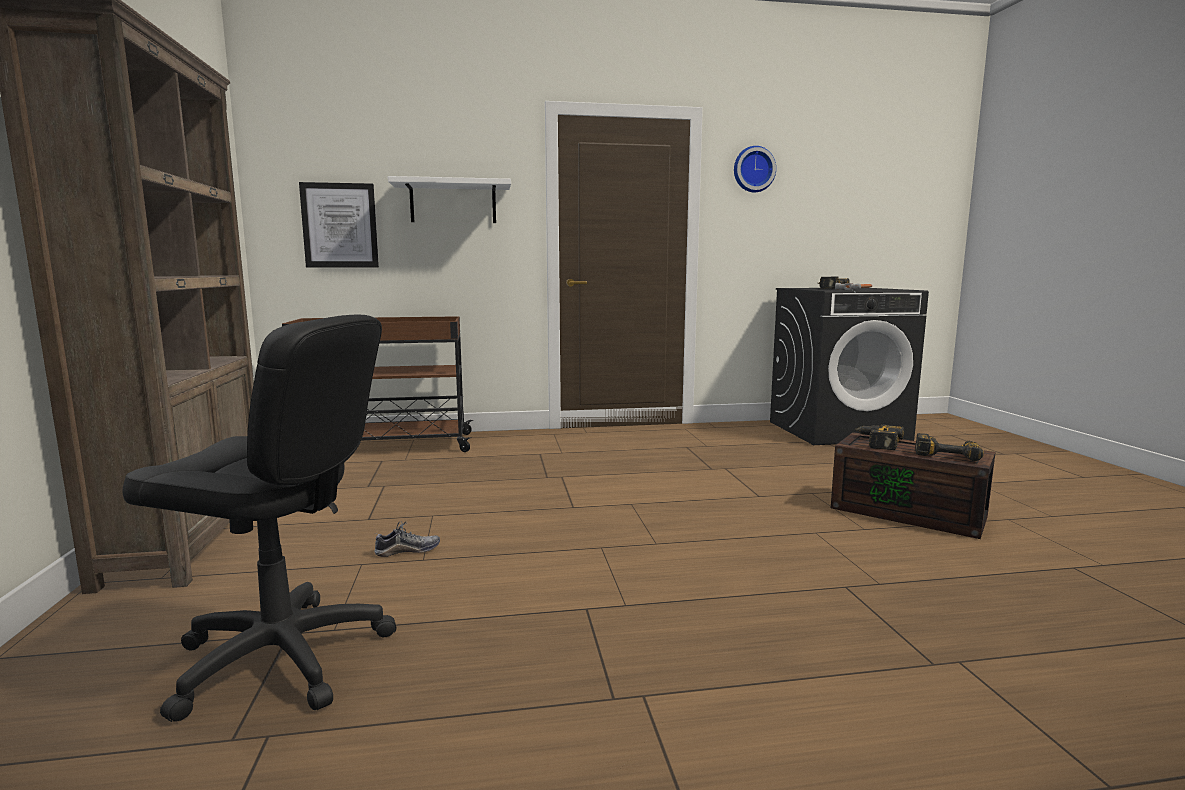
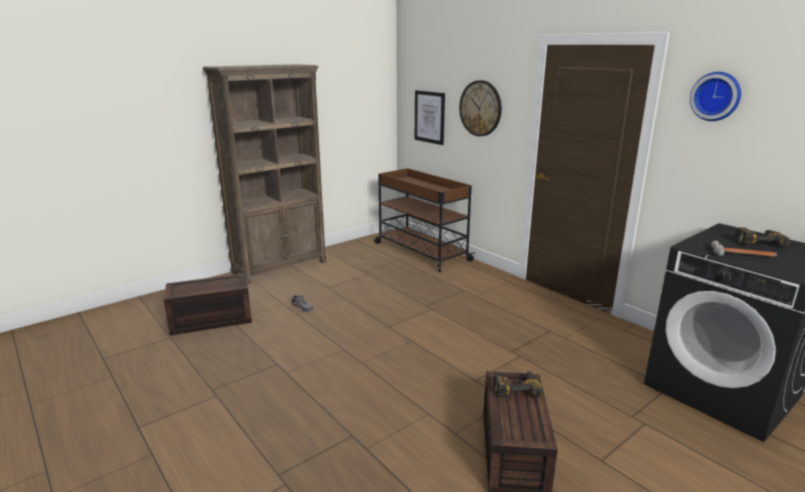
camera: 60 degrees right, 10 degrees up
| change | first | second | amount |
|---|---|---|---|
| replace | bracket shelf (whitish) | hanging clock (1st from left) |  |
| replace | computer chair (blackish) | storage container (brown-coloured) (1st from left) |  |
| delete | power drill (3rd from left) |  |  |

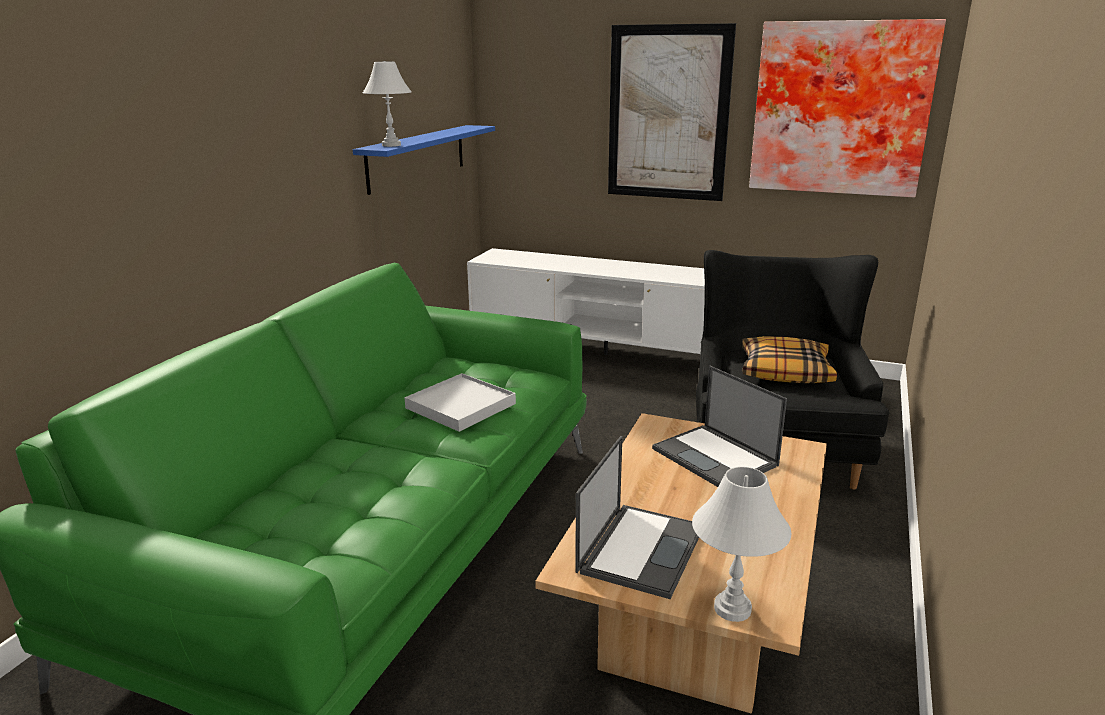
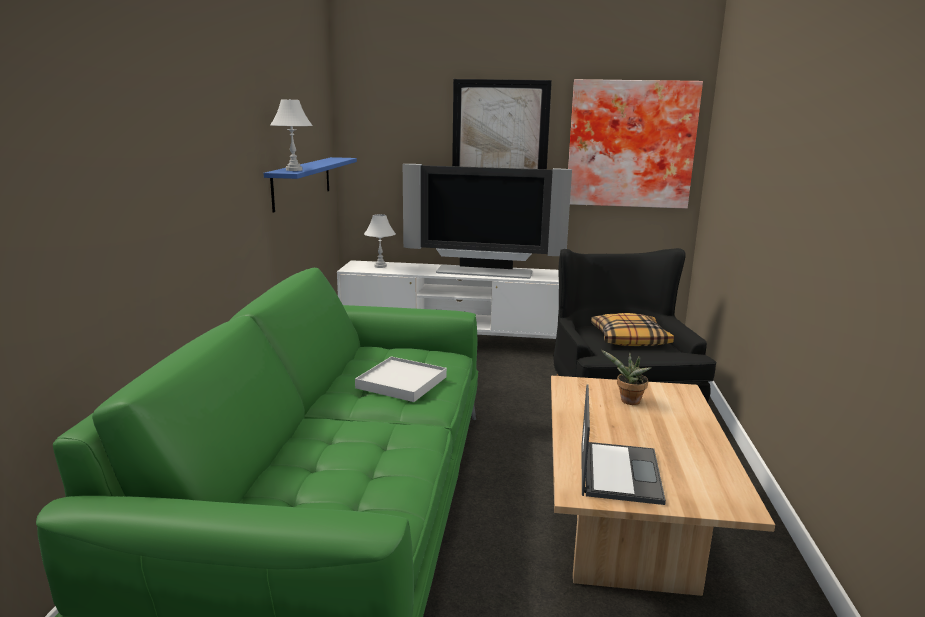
camera: 15 degrees left, 5 degrees down
| change | first | second | amount |
|---|---|---|---|
| replace | notebook computer (2nd from left) | plant in a pot |  |
| move | lamp for a table (whitish) (2nd from left) |  |  |
| insert |  | television |  |

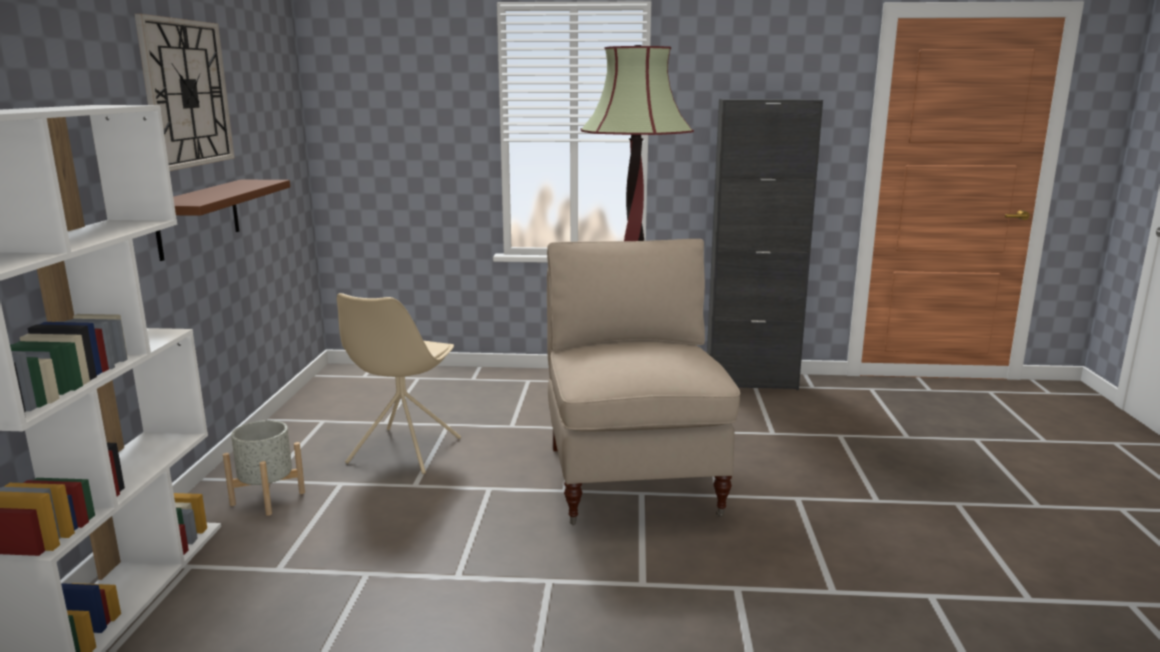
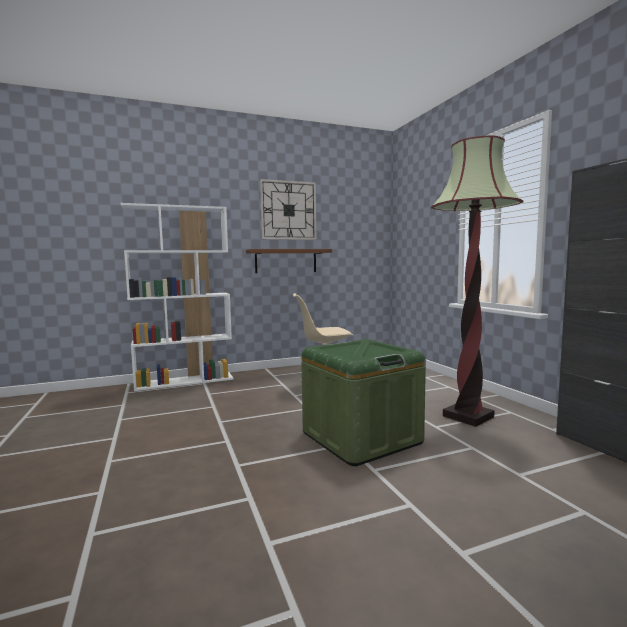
camera: 65 degrees right, 10 degrees down
| change | first | second | amount |
|---|---|---|---|
| replace | upright chair (beige-coloured) (2nd from left) | storage container (green) |  |
| delete | plant pot (grey) |  |  |

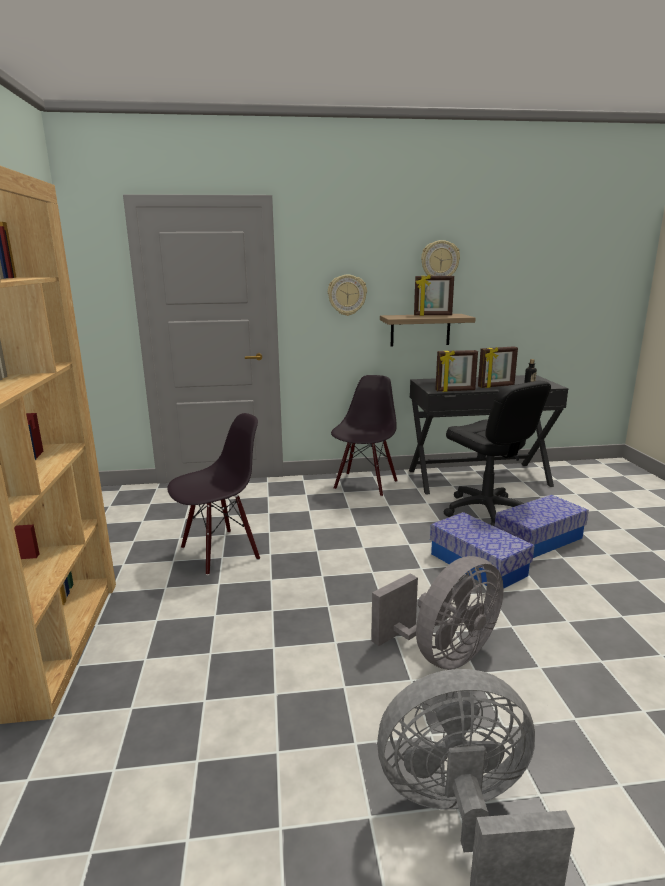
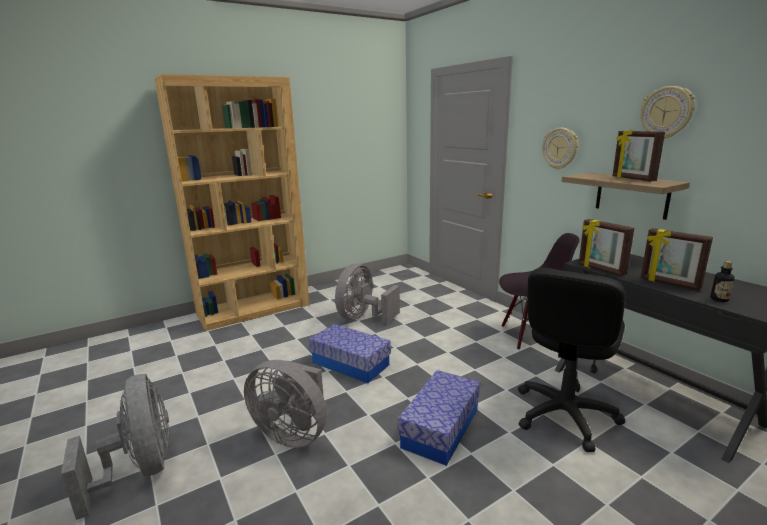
camera: 65 degrees right, 0 degrees up
| change | first | second | amount |
|---|---|---|---|
| replace | upright chair (blackish) (1st from left) | electric fan (grey) (3rd from left) |  |
| move | storage container (2nd from left in the first image) | storage container (1st from left) |  |

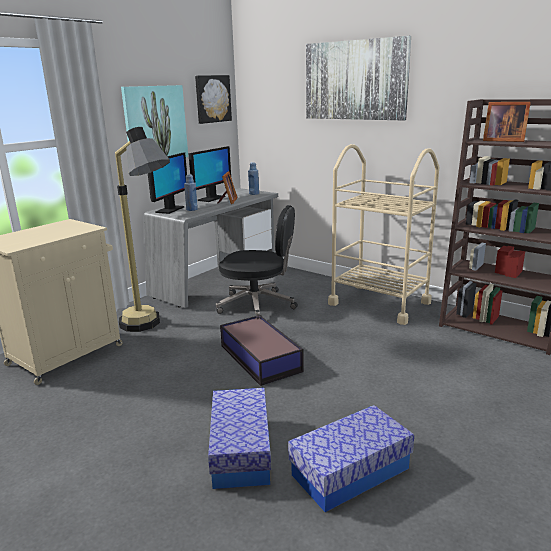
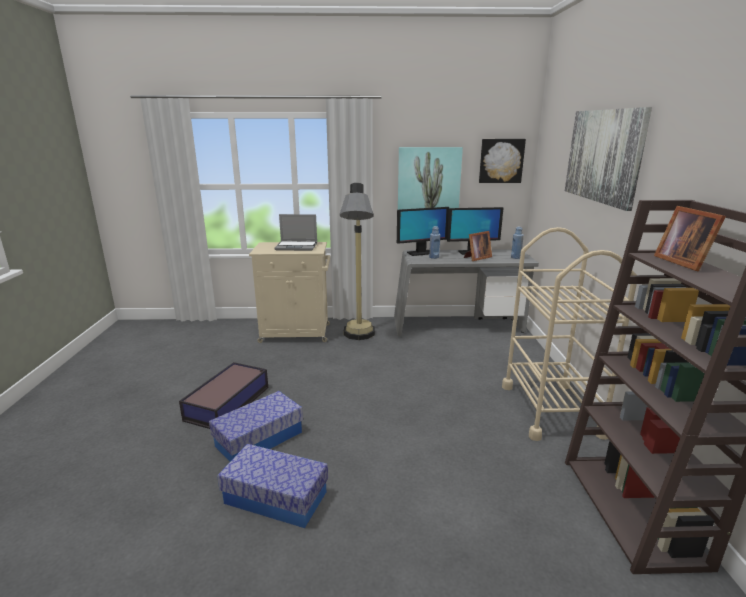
camera: 50 degrees right, 0 degrees up
| change | first | second | amount |
|---|---|---|---|
| delete | computer chair (blackish) |  |  |
| move | storage container (2nd from left in the first image) | storage container (1st from left) |  |
| insert |  | notebook computer |  |

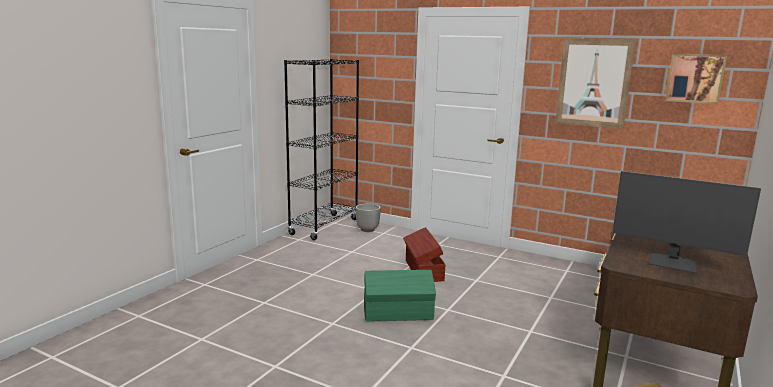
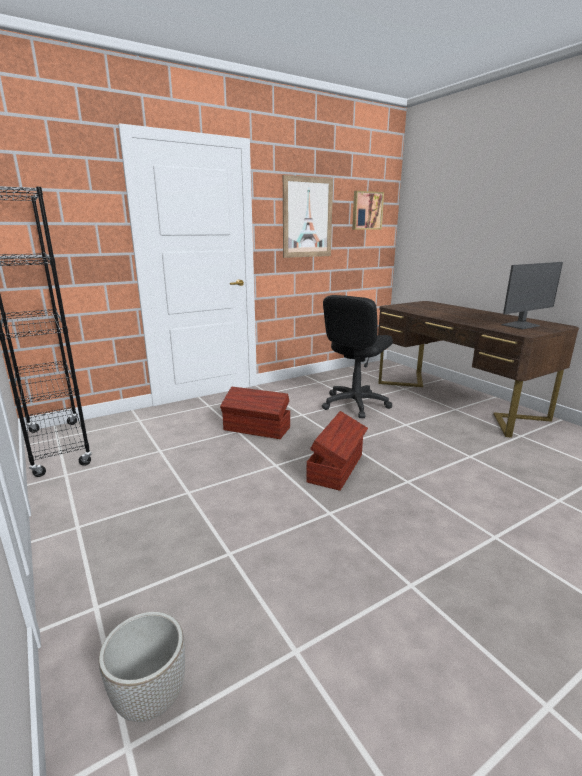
camera: 60 degrees left, 5 degrees up
| change | first | second | amount |
|---|---|---|---|
| move | plant pot |  |  |
| recolor | storage container (green) | storage container (brown-coloured) (2nd from left) |  |
| insert |  | computer chair (blackish) |  |

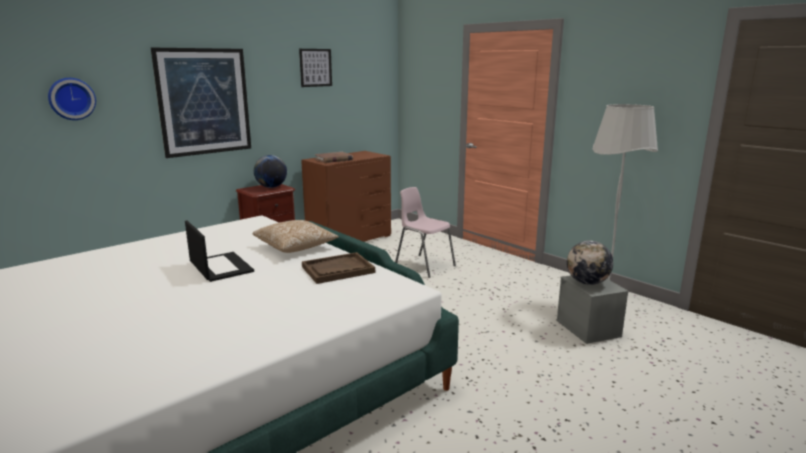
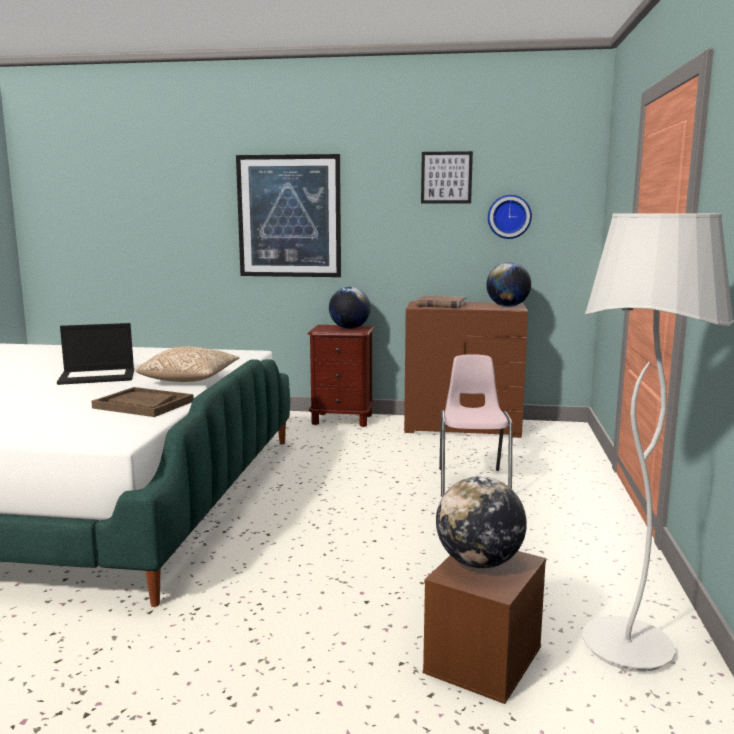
camera: 50 degrees right, 5 degrees down
| change | first | second | amount |
|---|---|---|---|
| move | hanging clock |  |  |
| rotate | notebook computer |  | 60 degrees clockwise |
| recolor | storage container (grey) | storage container (brown-coloured) |  |
| insert |  | globe (3rd from left) |  |

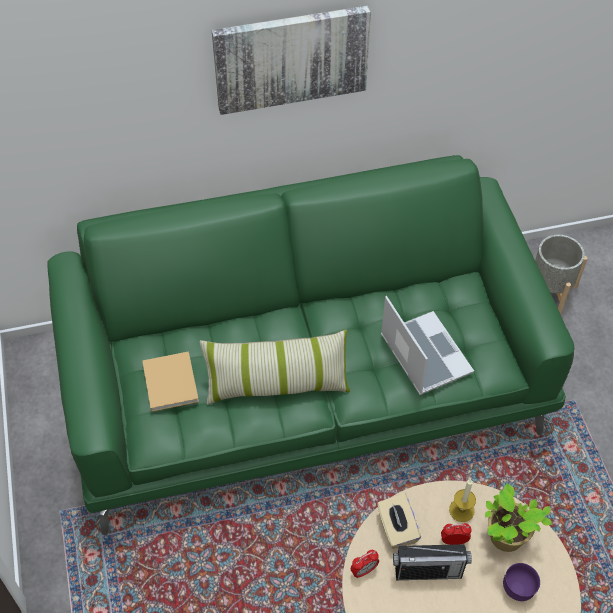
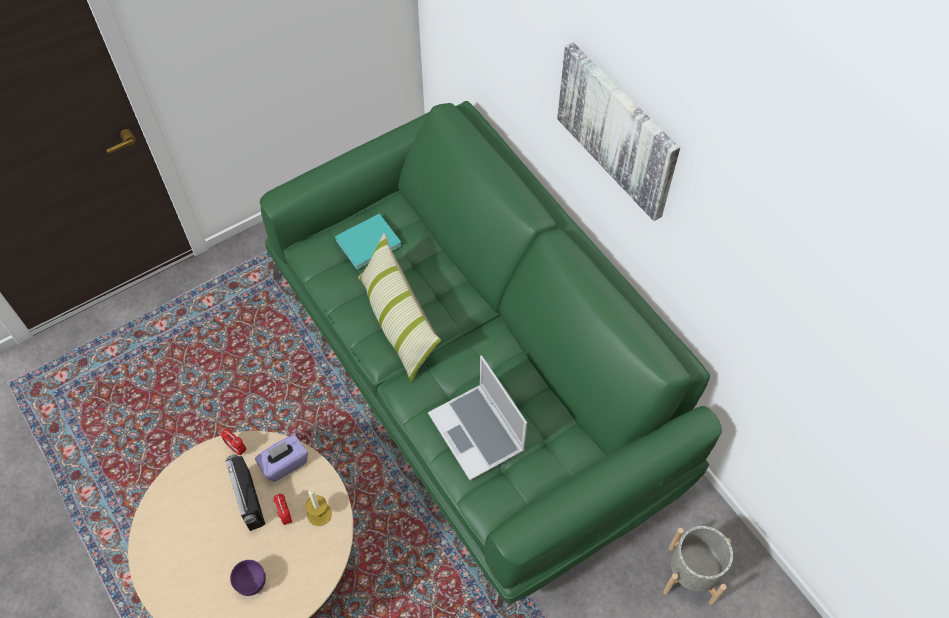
camera: 70 degrees right, 5 degrees up
| change | first | second | amount |
|---|---|---|---|
| rotate | notebook computer |  | 105 degrees clockwise |
| recolor | book (beige-coloured) | book (turquoise-coloured) |  |
| delete | plant in a pot |  |  |
| recolor | tissue box (beige-coloured) | tissue box (purplish) |  |

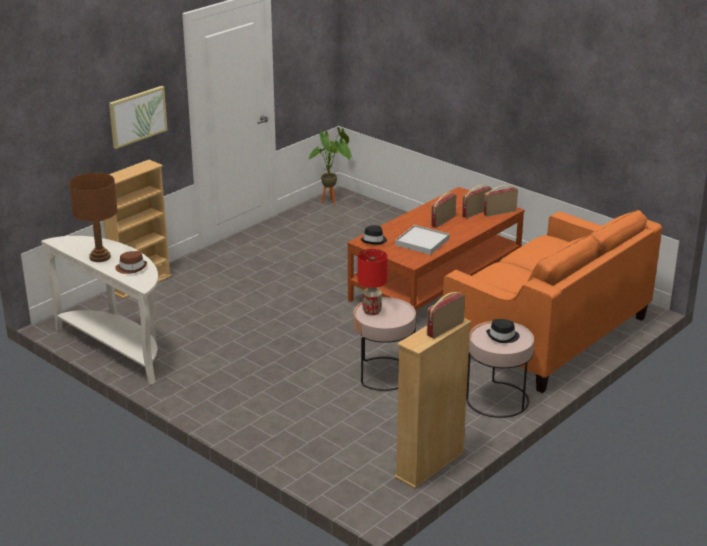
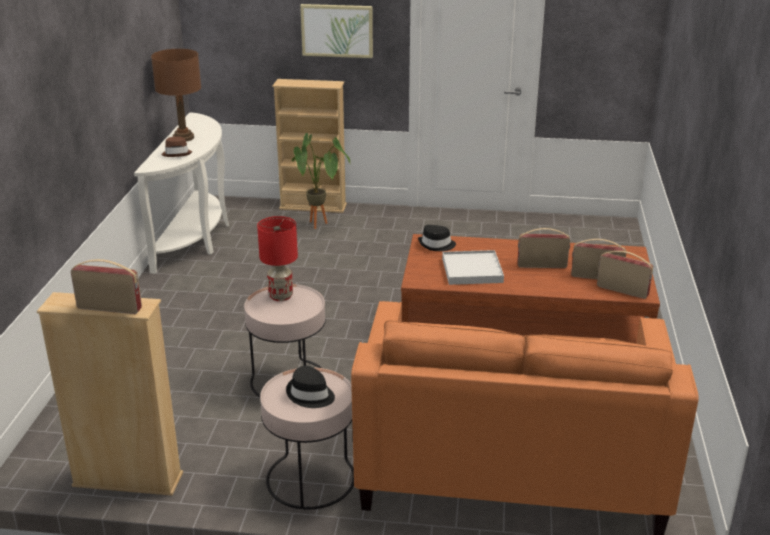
camera: 55 degrees right, 0 degrees up
| change | first | second | amount |
|---|---|---|---|
| move | plant in a pot |  |  |

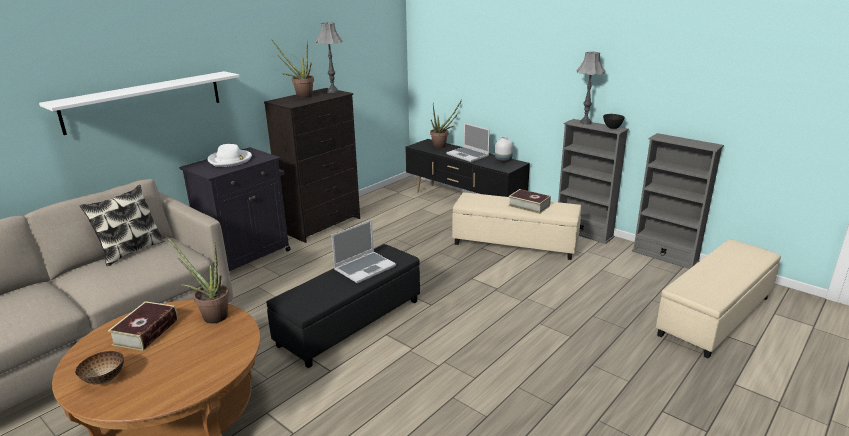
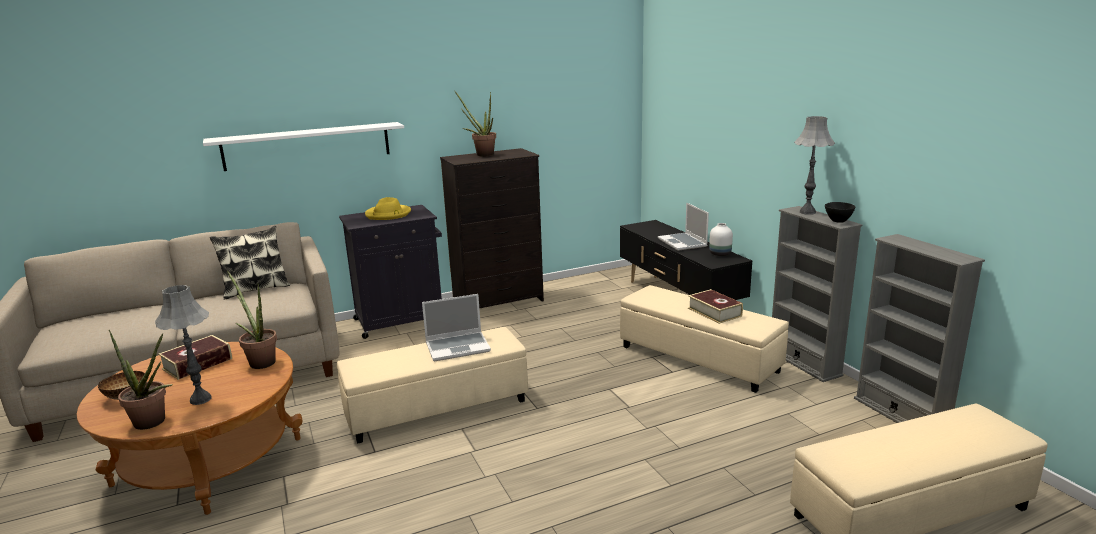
camera: 25 degrees right, 5 degrees down
| change | first | second | amount |
|---|---|---|---|
| move | lamp for a table (grey) (1st from left) |  |  |
| move | plant in a pot (3rd from left in the first image) | plant in a pot (1st from left) |  |
| recolor | clothing hat (whitish) | clothing hat (yellow-coloured) |  |
| recolor | ottoman (blackish) | ottoman (beige-coloured) (1st from left) |  |

